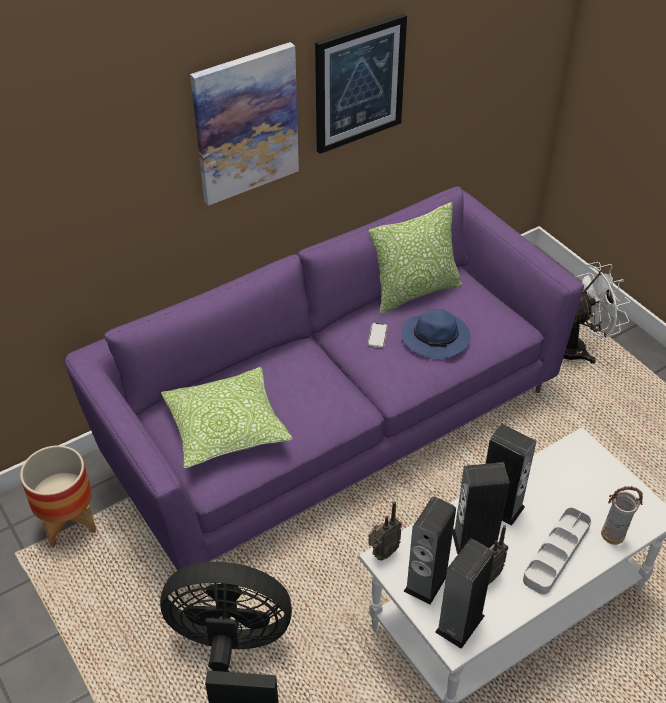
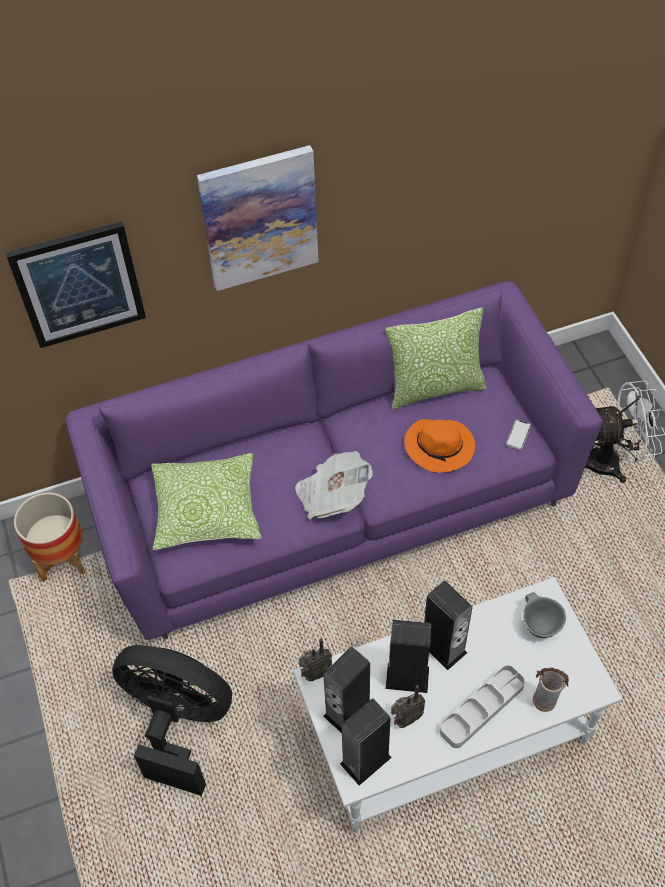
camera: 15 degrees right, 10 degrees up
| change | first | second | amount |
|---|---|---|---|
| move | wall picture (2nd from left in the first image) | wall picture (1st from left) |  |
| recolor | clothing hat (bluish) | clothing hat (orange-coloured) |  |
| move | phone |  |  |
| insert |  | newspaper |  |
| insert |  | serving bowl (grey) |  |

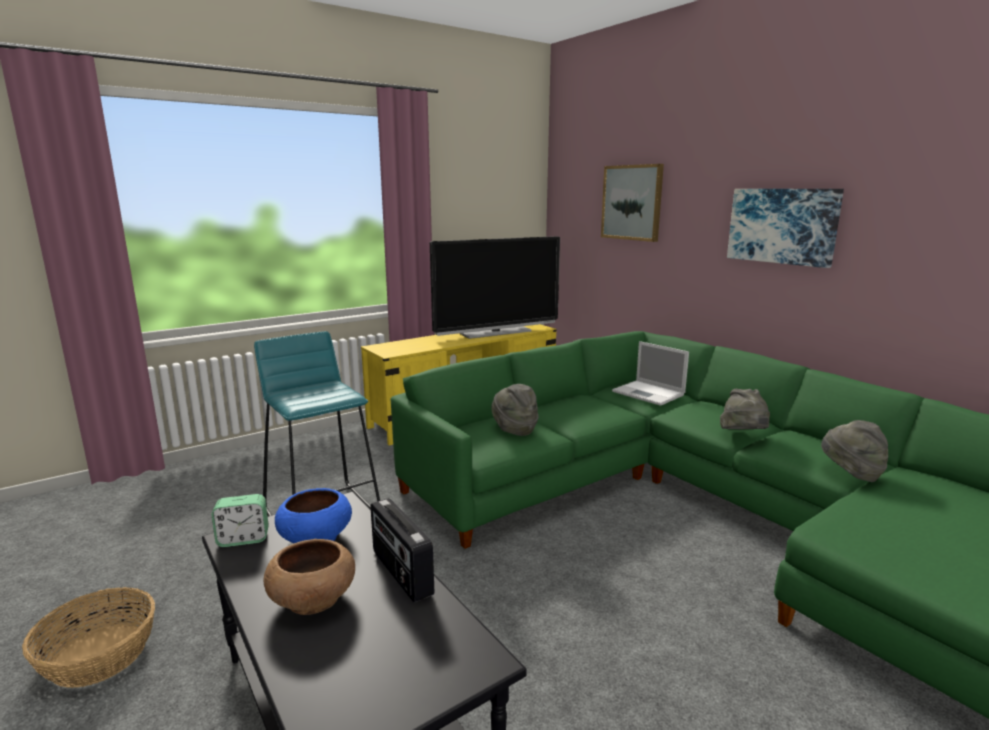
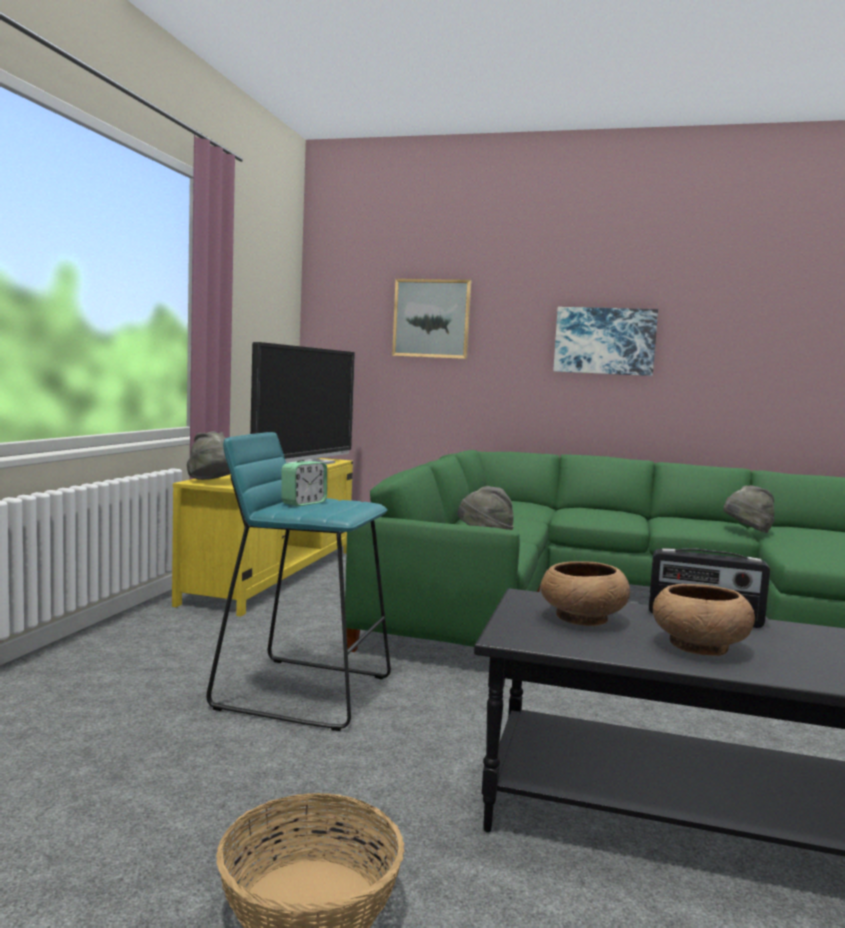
camera: 40 degrees left, 10 degrees down
| change | first | second | amount |
|---|---|---|---|
| delete | notebook computer |  |  |
| move | clothing hat (grey) (2nd from left in the first image) | clothing hat (grey) (1st from left) |  |
| recolor | serving bowl (bluish) | serving bowl (brown-coloured) (1st from left) |  |
| move | table clock |  |  |

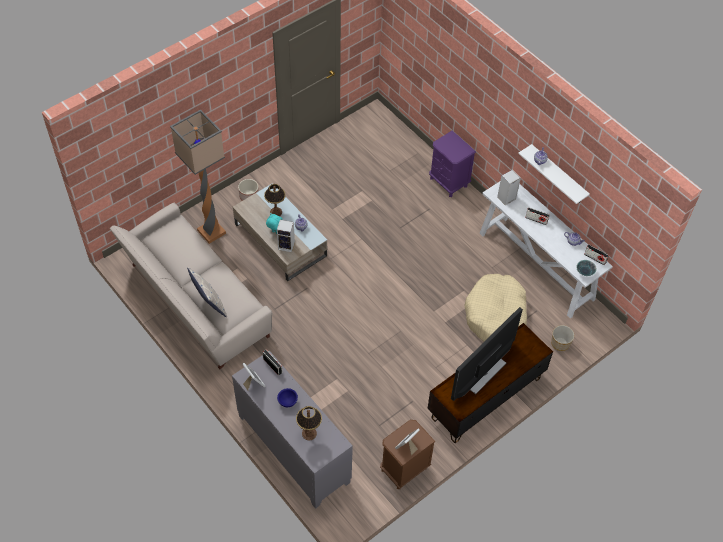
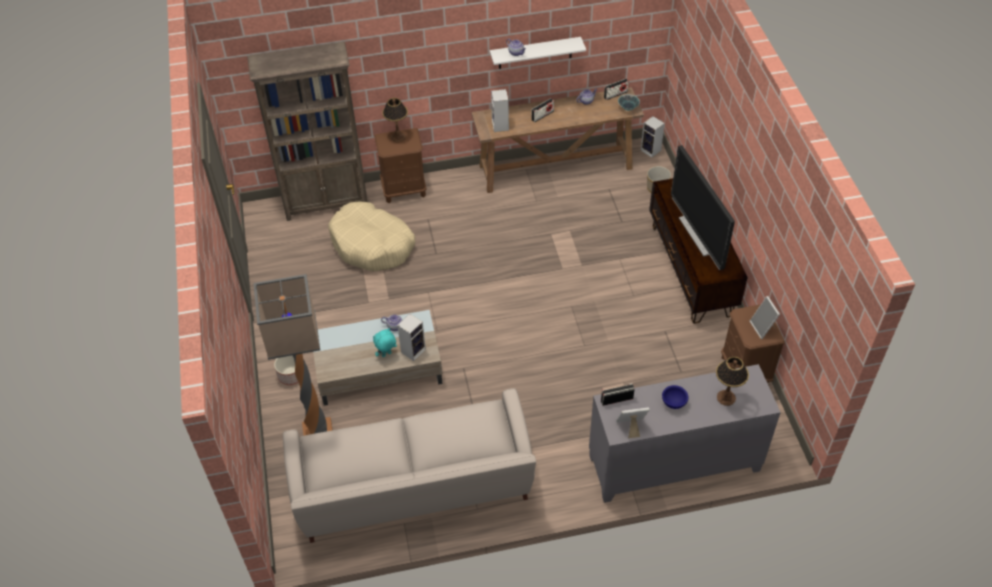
camera: 60 degrees left, 5 degrees down
| change | first | second | amount |
|---|---|---|---|
| recolor | bedside table (purplish) | bedside table (brown-coloured) (1st from left) |  |
| recolor | hall table (whitish) | hall table (brown-coloured) |  |
| move | lamp for a table (1st from left) |  |  |
| delete | cushion |  |  |
| move | dog cushion (beige-coloured) |  |  |
| insert |  | bookcase (brown-coloured) |  |
| insert |  | speaker (3rd from left) |  |

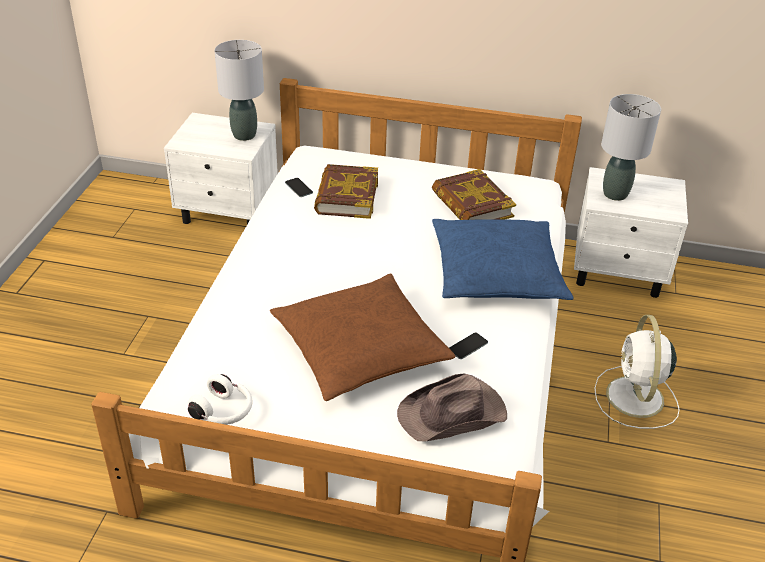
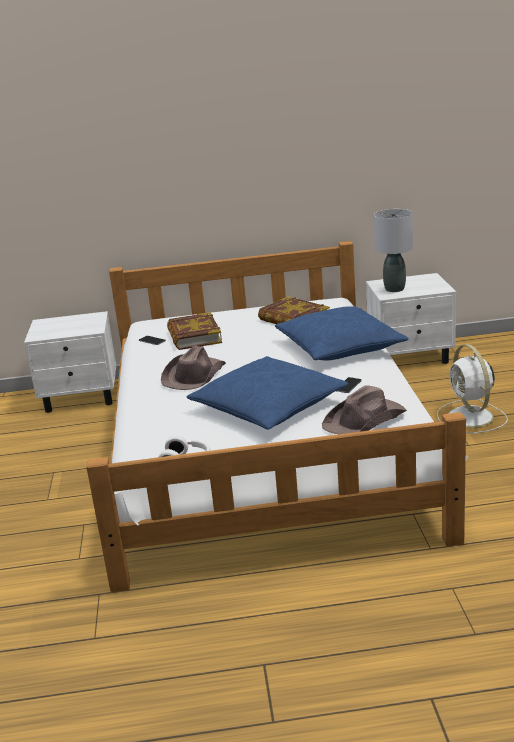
camera: 15 degrees left, 15 degrees down
| change | first | second | amount |
|---|---|---|---|
| delete | lamp for a table (grey) (1st from left) |  |  |
| recolor | cushion (brown-coloured) | cushion (bluish) (1st from left) |  |
| insert |  | clothing hat (brown-coloured) (1st from left) |  |

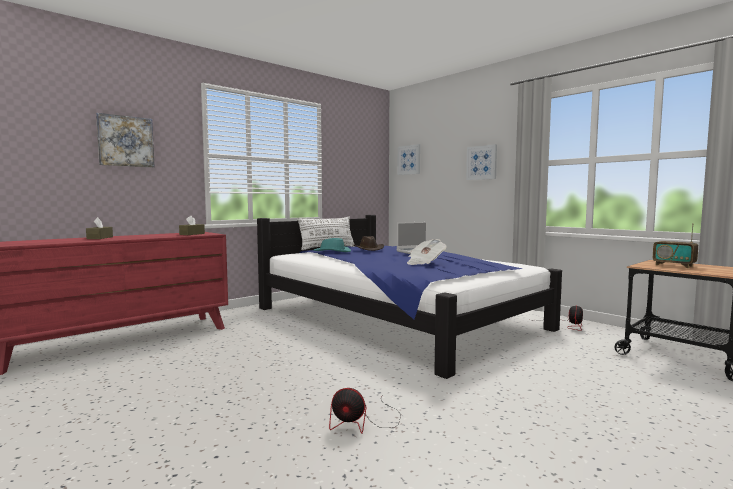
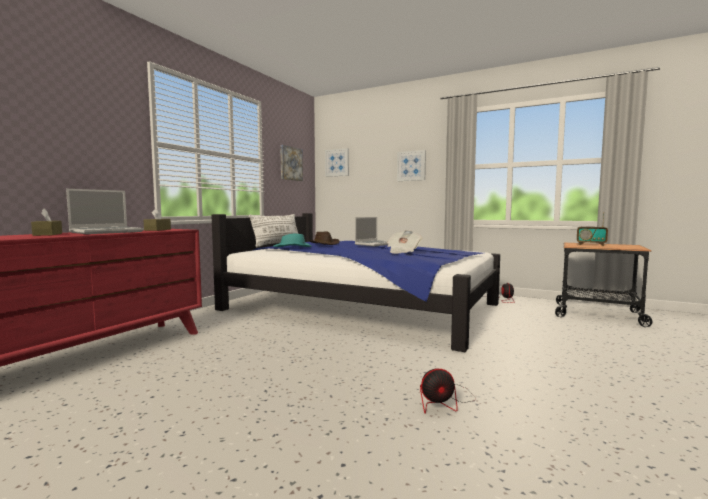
camera: 20 degrees left, 0 degrees up
| change | first | second | amount |
|---|---|---|---|
| move | wall picture (1st from left) |  |  |
| insert |  | notebook computer (1st from left) |  |

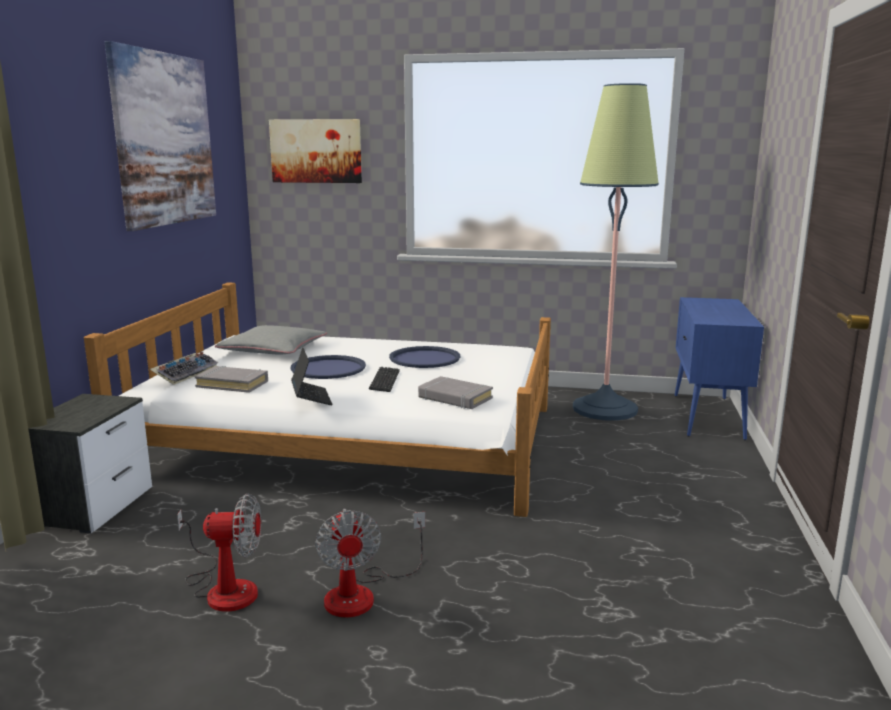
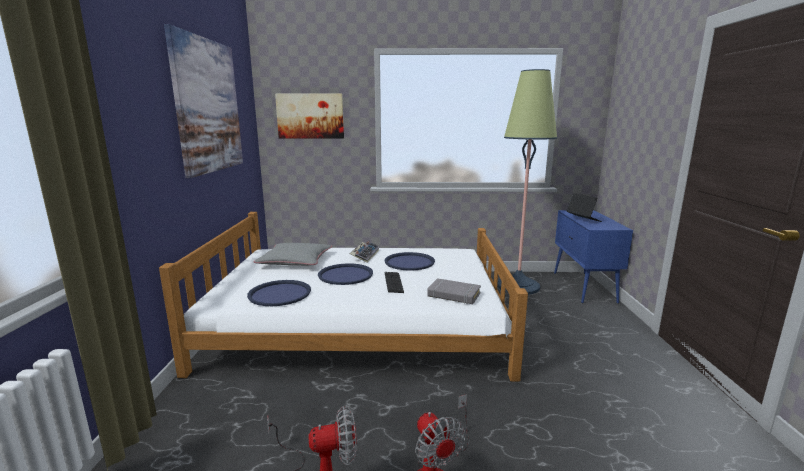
camera: 10 degrees left, 0 degrees up
| change | first | second | amount |
|---|---|---|---|
| move | notebook computer |  |  |
| move | keyboard (1st from left) |  |  |
| replace | book (grey) (1st from left) | carrying tray (bluish) (1st from left) |  |
| delete | bedside table |  |  |

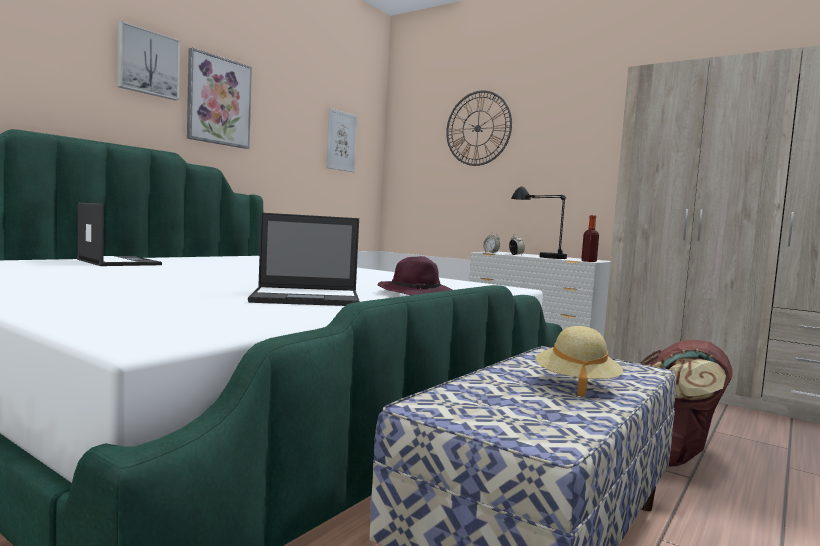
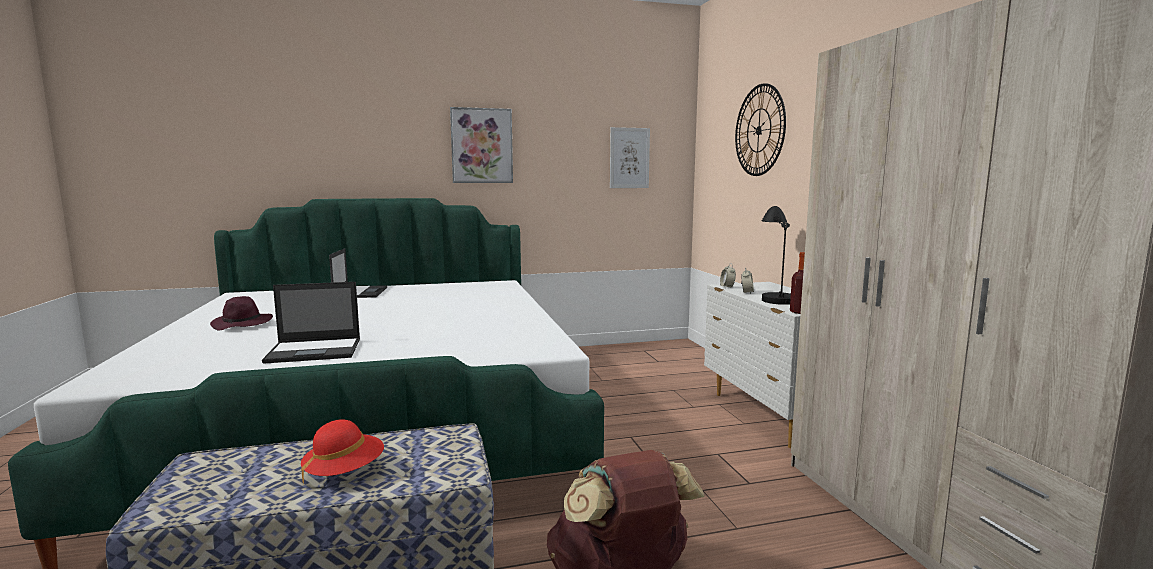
camera: 40 degrees right, 5 degrees up
| change | first | second | amount |
|---|---|---|---|
| delete | wall picture (1st from left) |  |  |
| rotate | notebook computer (2nd from left in the first image) | notebook computer (1st from left) | 45 degrees counterclockwise |
| move | clothing hat (purplish) |  |  |
| recolor | clothing hat (beige-coloured) | clothing hat (red) |  |

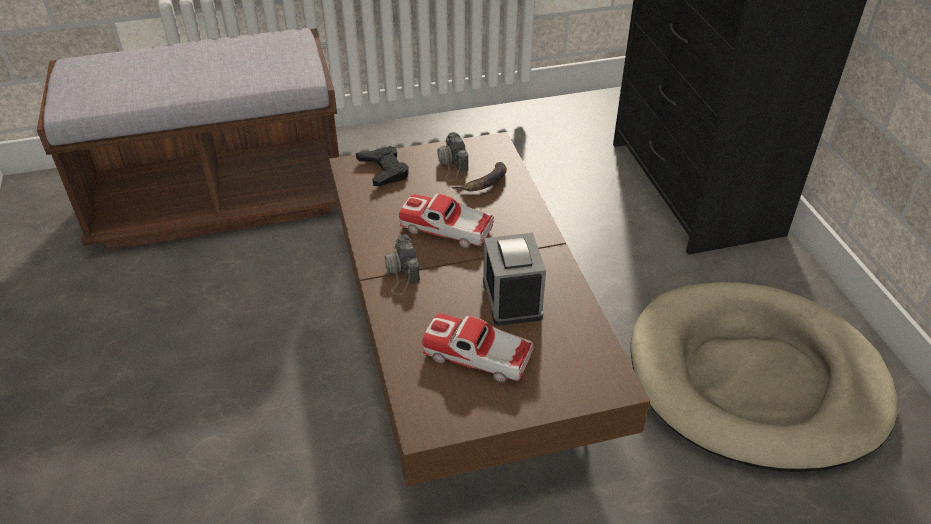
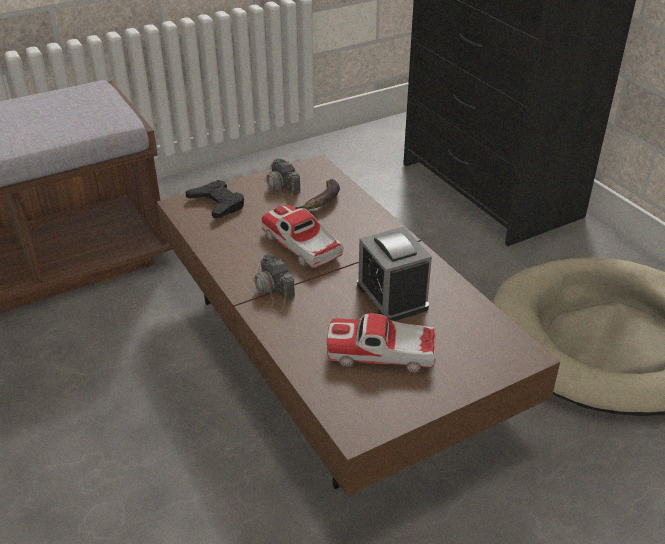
camera: 15 degrees left, 5 degrees down
| change | first | second | amount |
|---|---|---|---|
| rotate | miniature car (1st from left) |  | 45 degrees clockwise |

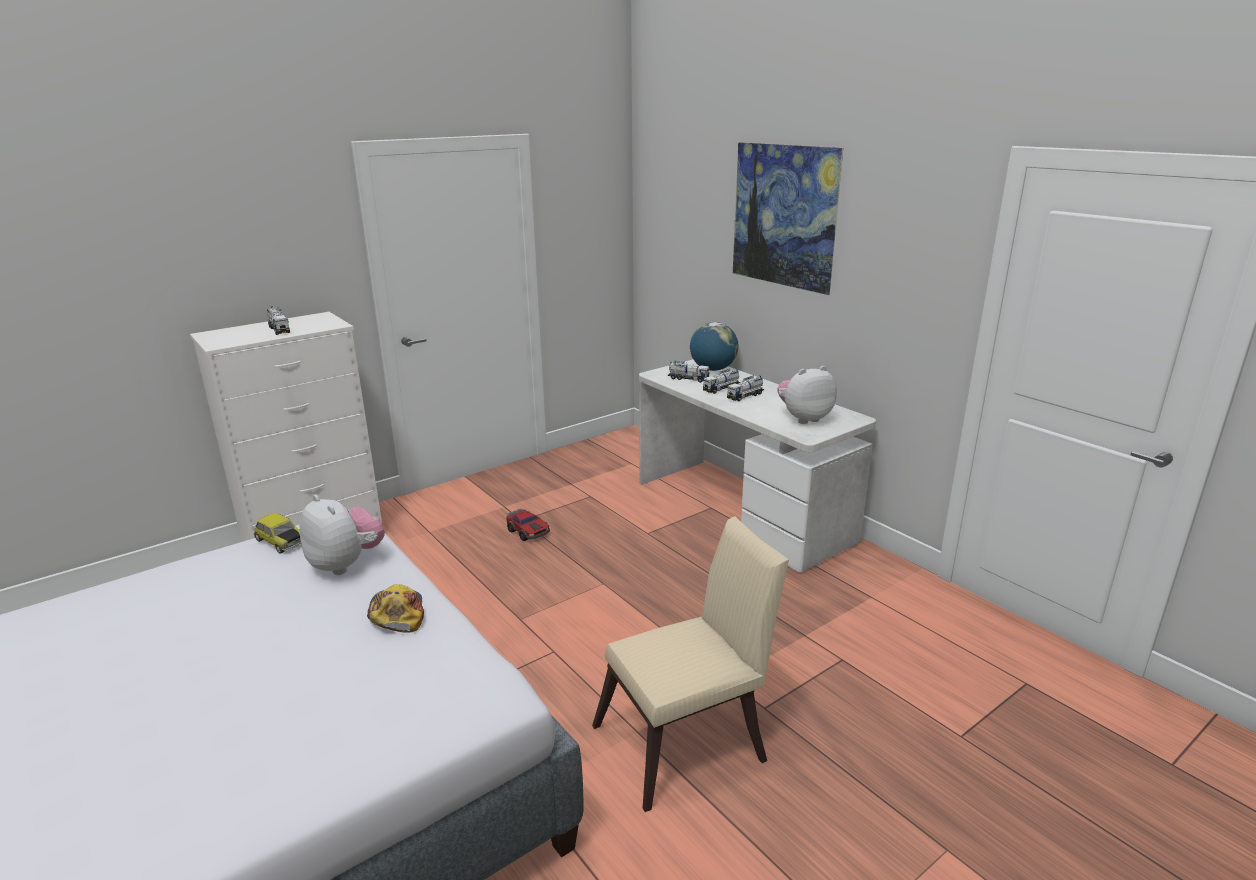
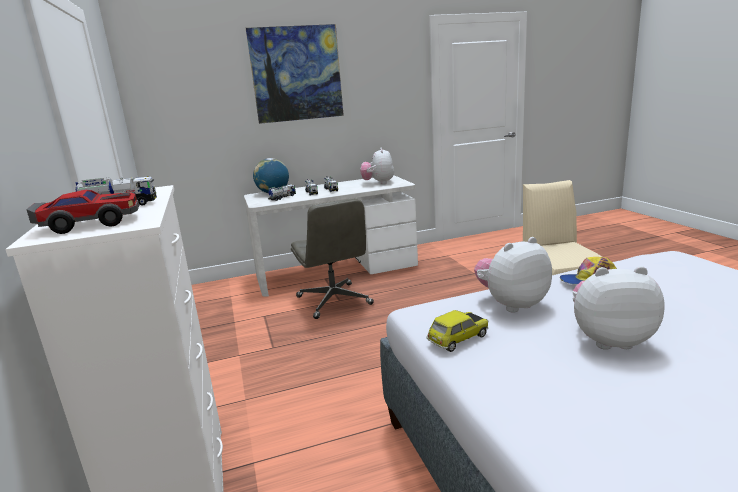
camera: 70 degrees left, 5 degrees down
| change | first | second | amount |
|---|---|---|---|
| move | miniature car (2nd from left in the first image) | miniature car (1st from left) |  |
| insert |  | computer chair (grey) |  |
| insert |  | cuddly toy (3rd from left) |  |

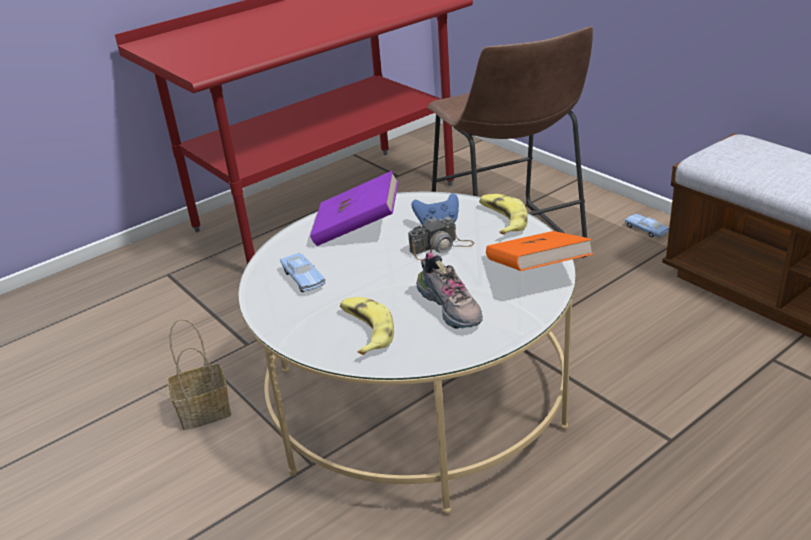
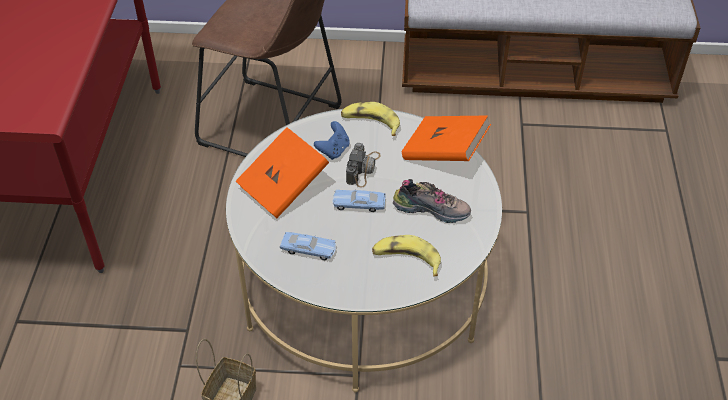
camera: 50 degrees left, 15 degrees up
| change | first | second | amount |
|---|---|---|---|
| recolor | book (purplish) | book (orange-coloured) (1st from left) |  |
| move | miniature car (bluish) (2nd from left) |  |  |

